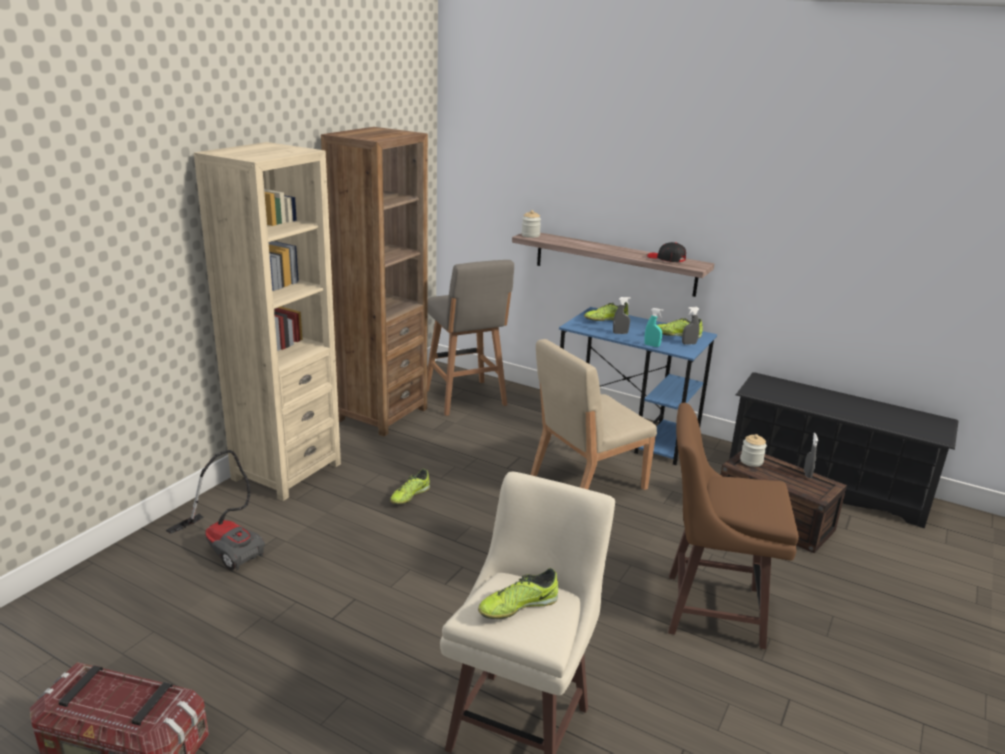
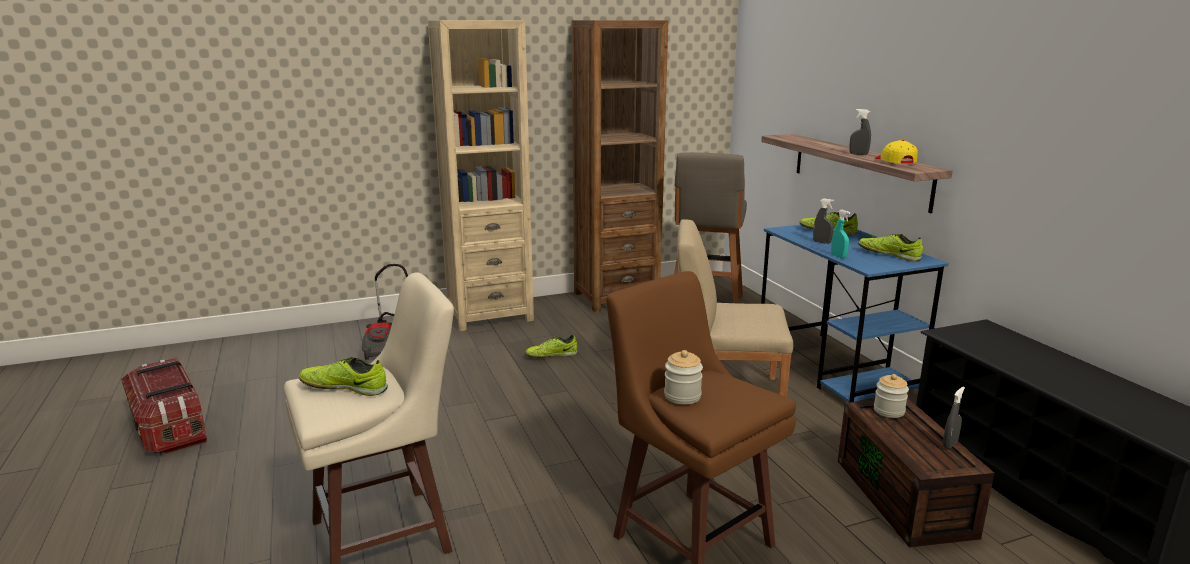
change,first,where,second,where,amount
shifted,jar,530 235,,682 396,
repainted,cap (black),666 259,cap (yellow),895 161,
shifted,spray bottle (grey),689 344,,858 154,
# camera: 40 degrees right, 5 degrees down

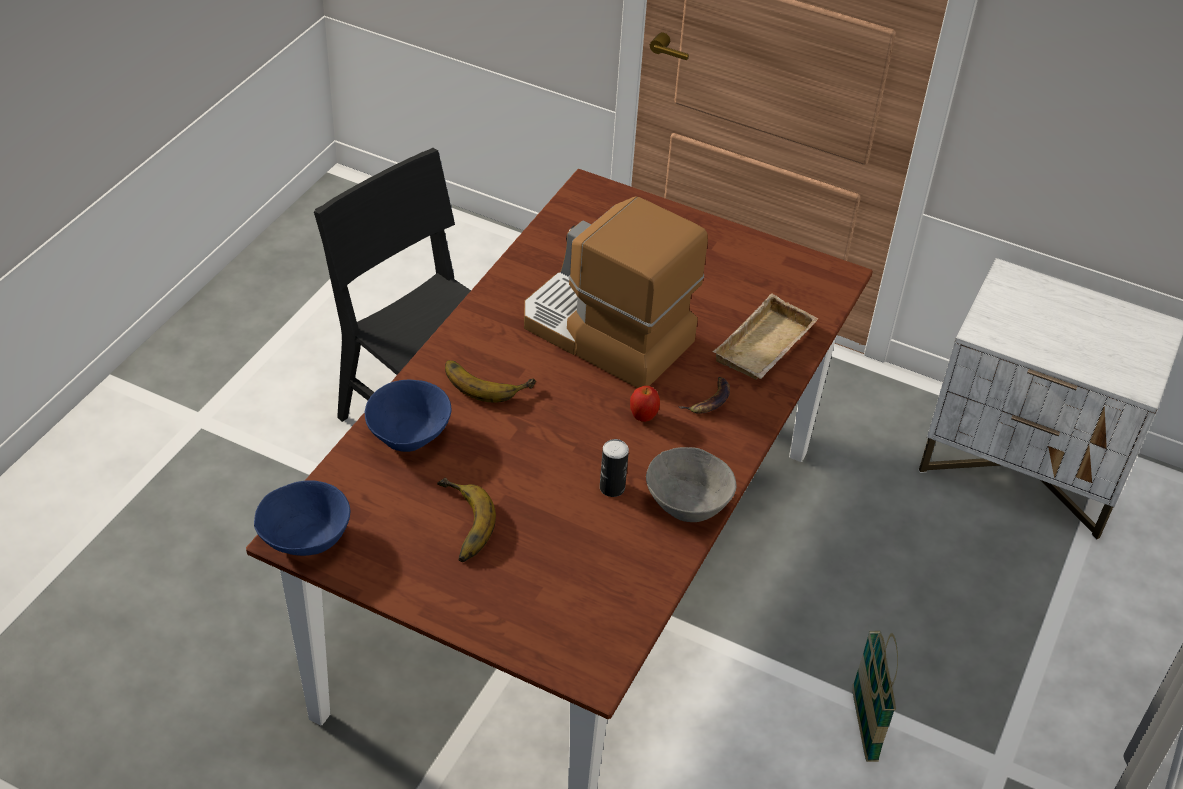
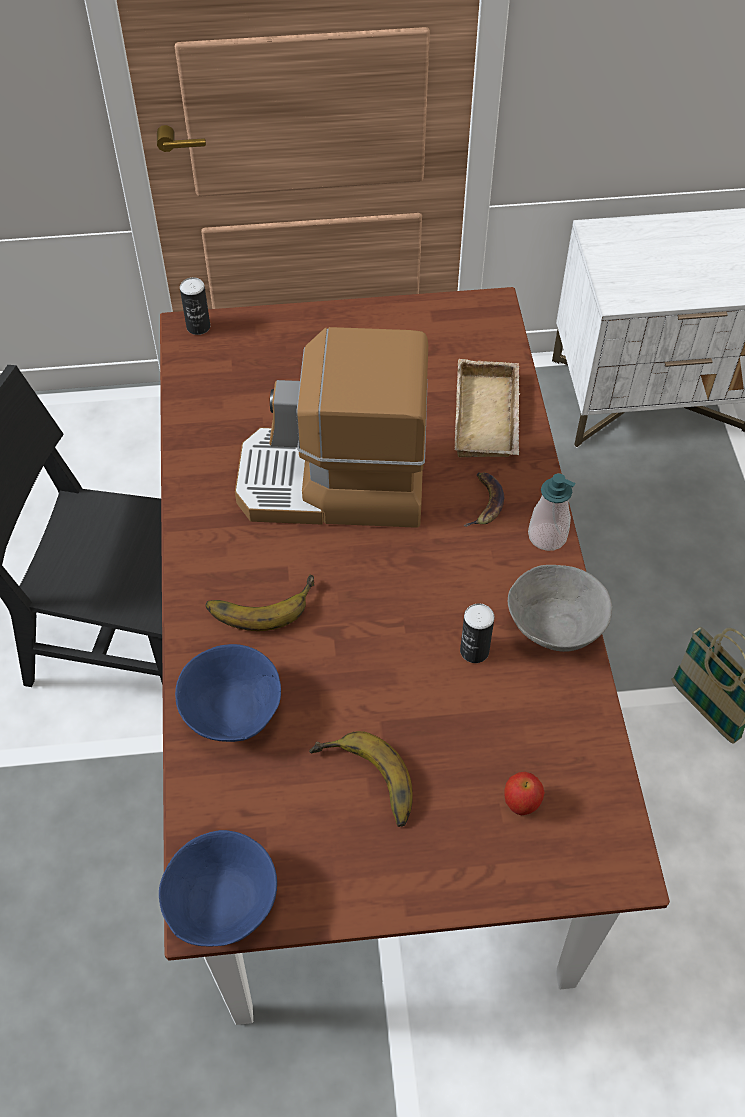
change,first,where,second,where,amount
shifted,apple,643 417,,521 804,
new,,,can,198 327,
new,,,soap dispenser,547 536,
# camera: 30 degrees left, 10 degrees up

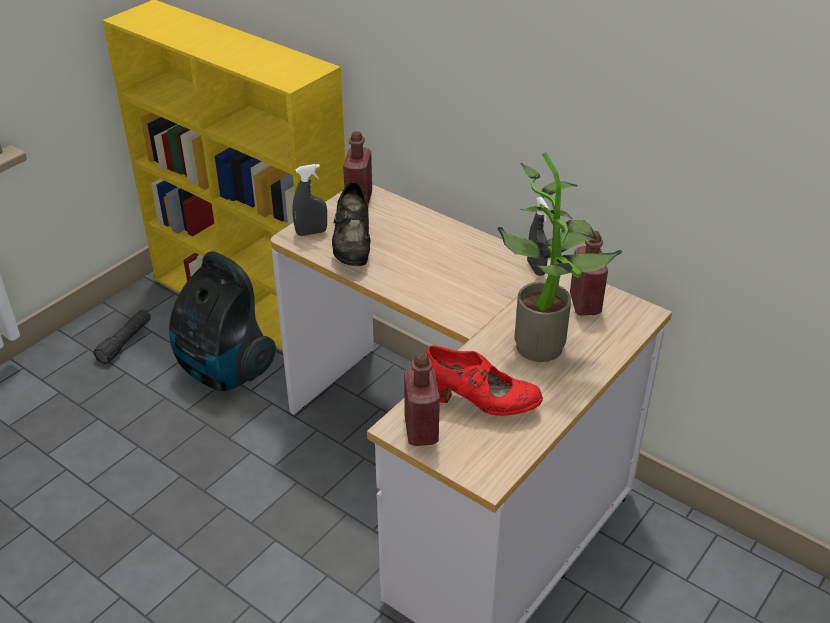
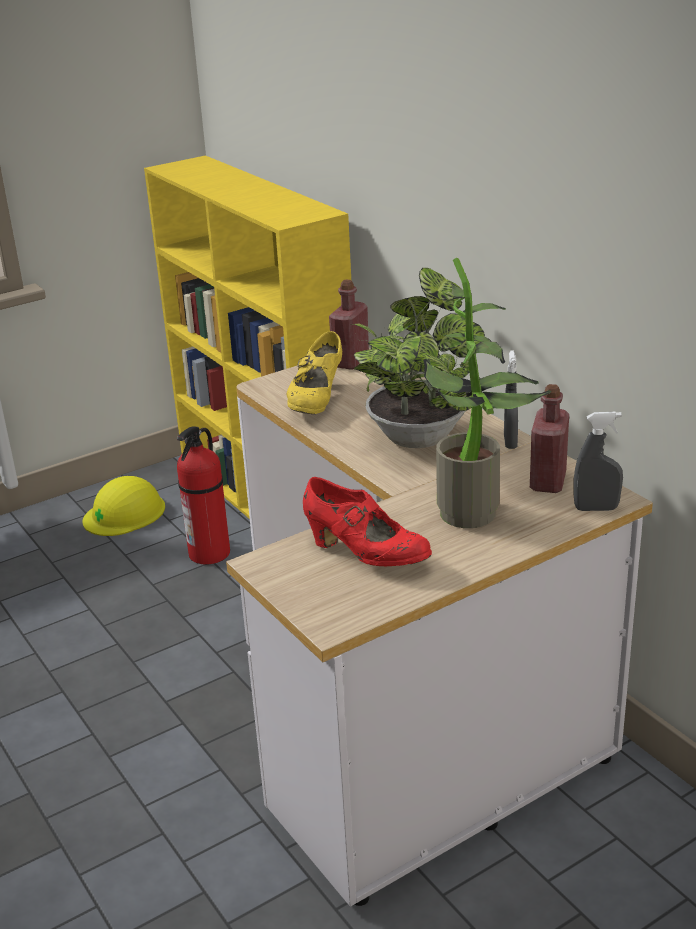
change,first,where,second,where,amount
shifted,spray bottle (grey),311 232,,596 508,
repainted,shoe (black),352 247,shoe (yellow),317 401,
swapped,vacuum cleaner,223 371,fire extinguisher,209 554,
swapped,flashlight (black),125 342,hard hat (yellow),125 513,
gone,bottle (red),421 430,,,
new,,,potted plant,418 434,
# camera: 20 degrees right, 10 degrees down

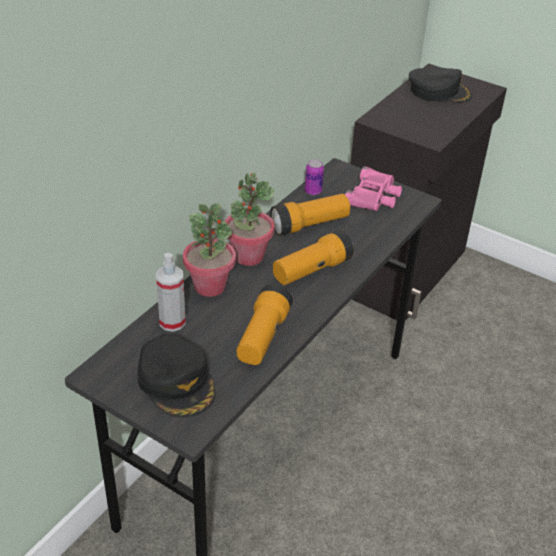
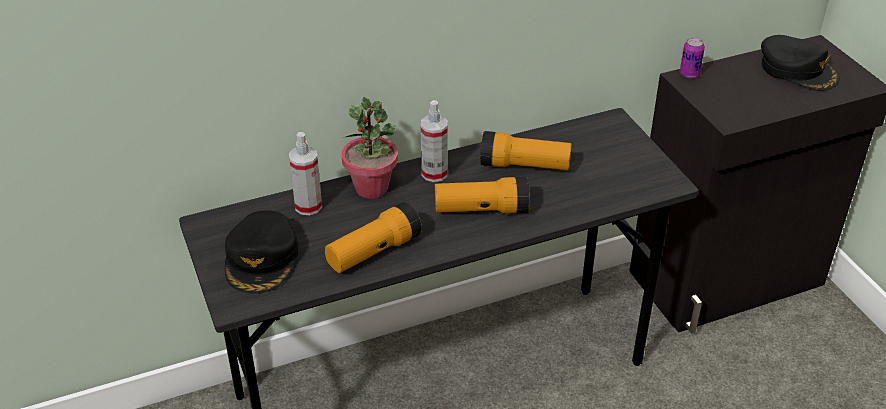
change,first,where,second,where,amount
shifted,can,313 191,,689 74,
gone,binoculars (pink),373 196,,,
swapped,potted plant,248 256,spray bottle,434 173,
# camera: 35 degrees right, 0 degrees up

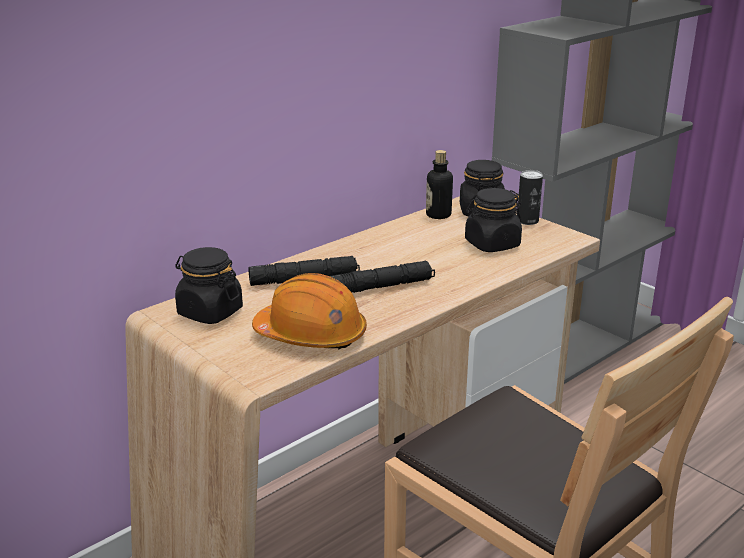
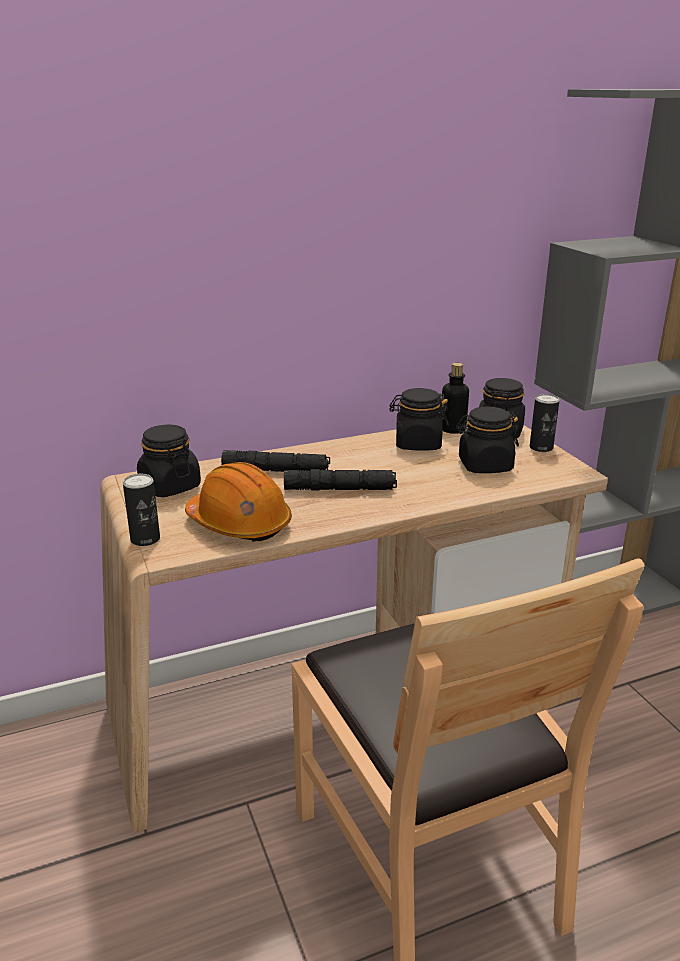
change,first,where,second,where,amount
new,,,jar (black),417 444,
new,,,can,145 539,
# camera: 20 degrees right, 0 degrees up

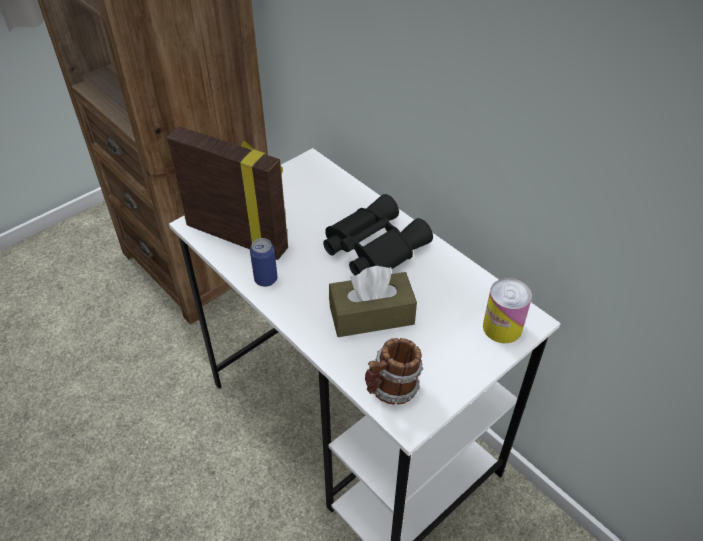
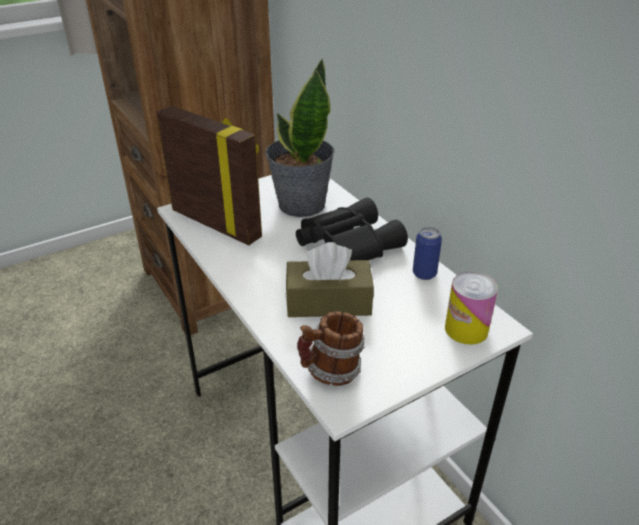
change,first,where,second,where,amount
shifted,can,266 279,,424 274,
new,,,potted plant,300 204,
# camera: 10 degrees right, 10 degrees down

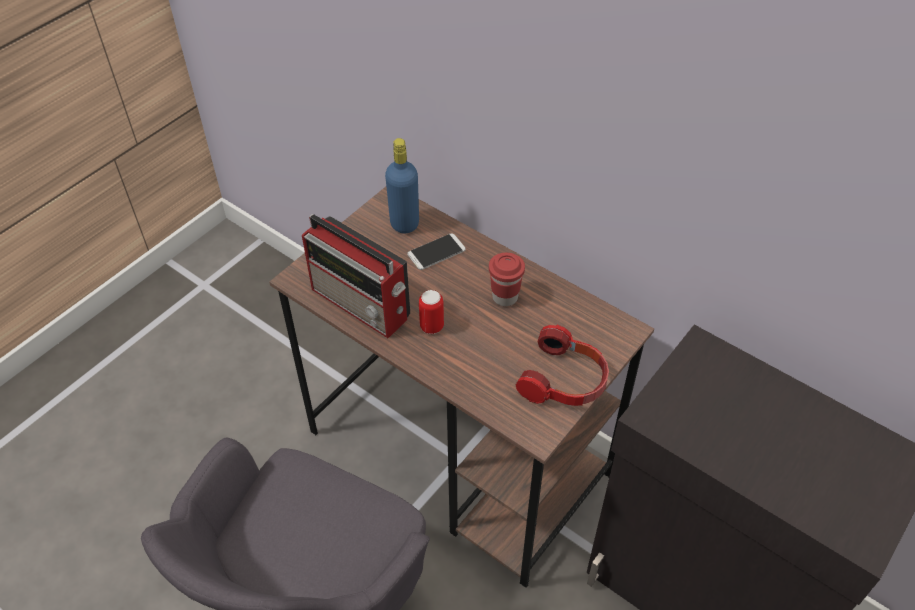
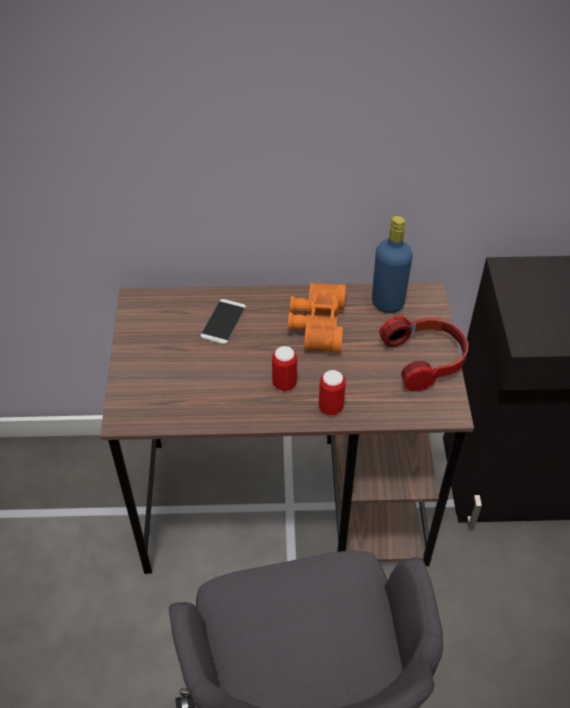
change,first,where,second,where,amount
shifted,bottle (blue),404 223,,387 303,
gone,radio,362 304,,,
swapped,cup (red),505 297,binoculars (orange),316 324,
new,,,can,330 407,
# camera: 40 degrees left, 0 degrees up

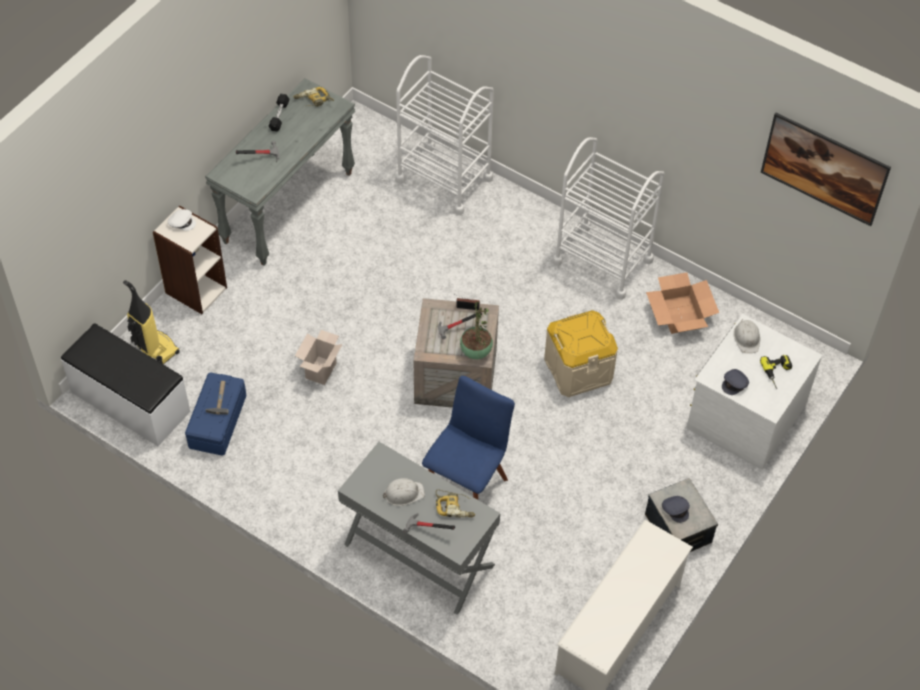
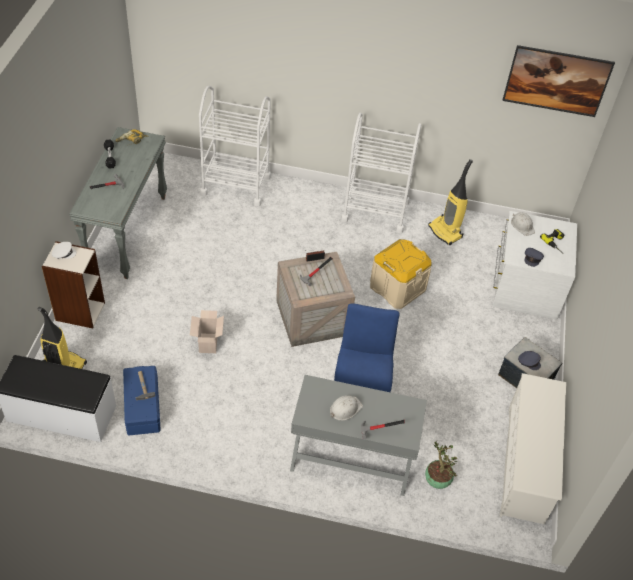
change,first,where,second,where,amount
swapped,cardboard box,680 314,vacuum cleaner,446 232,
shifted,potted plant,475 351,,436 480,
gone,power drill,455 506,,,
# camera: 25 degrees left, 5 degrees down

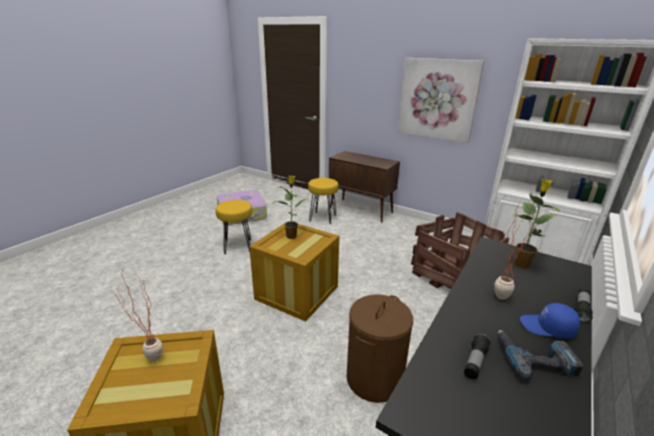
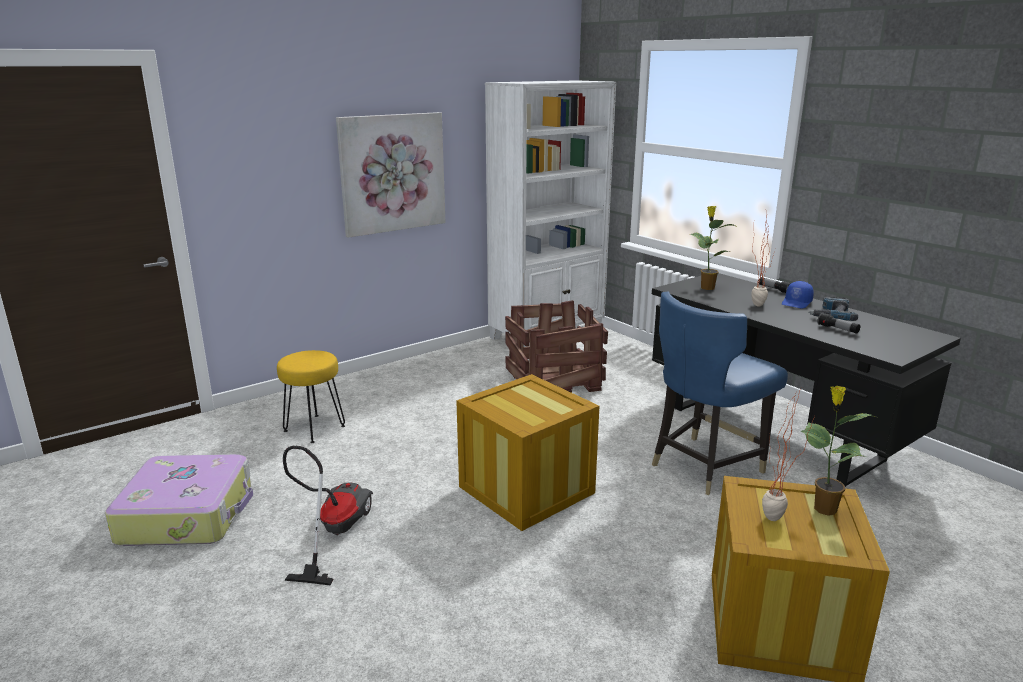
change,first,where,second,where,amount
gone,cabinet (brown),361 210,,,
shifted,potted plant,291 236,,823 508,
swapped,stool (yellow),238 246,vacuum cleaner,333 532,
swapped,laundry basket (brown),374 378,chair (blue),704 466,
# camera: 70 degrees left, 5 degrees down

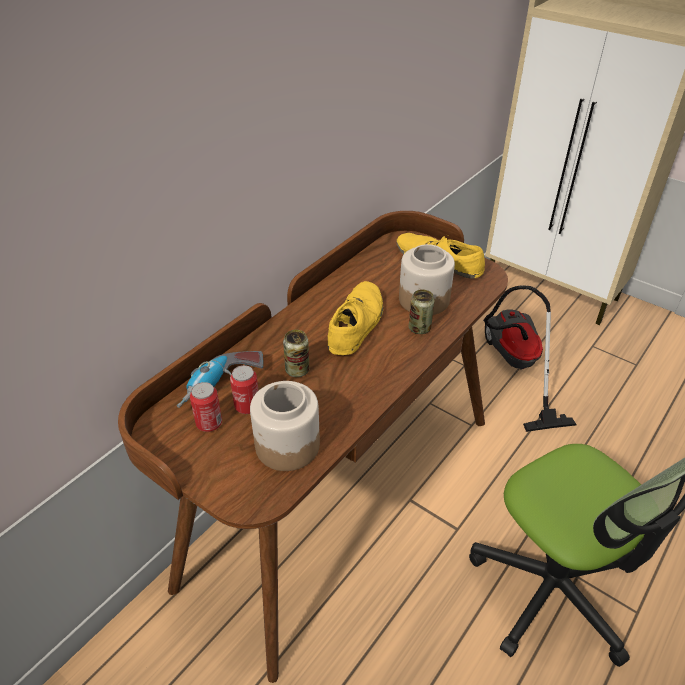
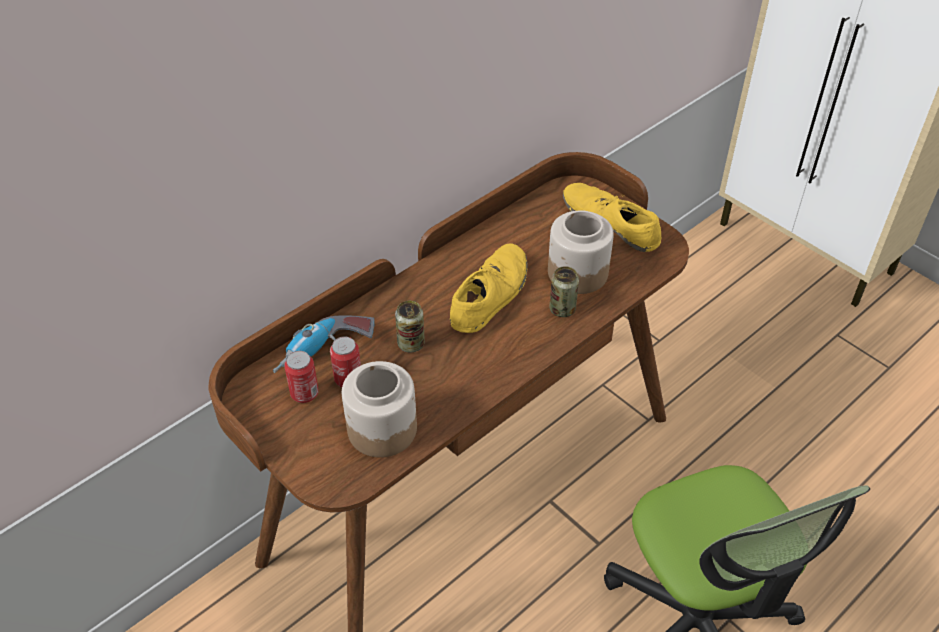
change,first,where,second,where,amount
gone,vacuum cleaner,514 367,,,
# camera: 10 degrees right, 5 degrees up

